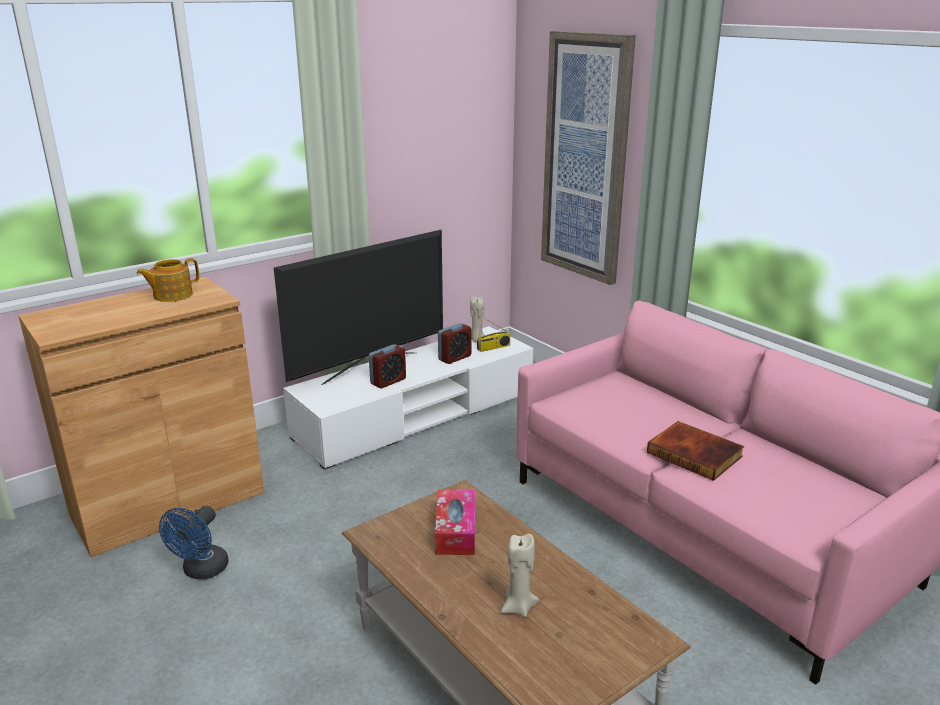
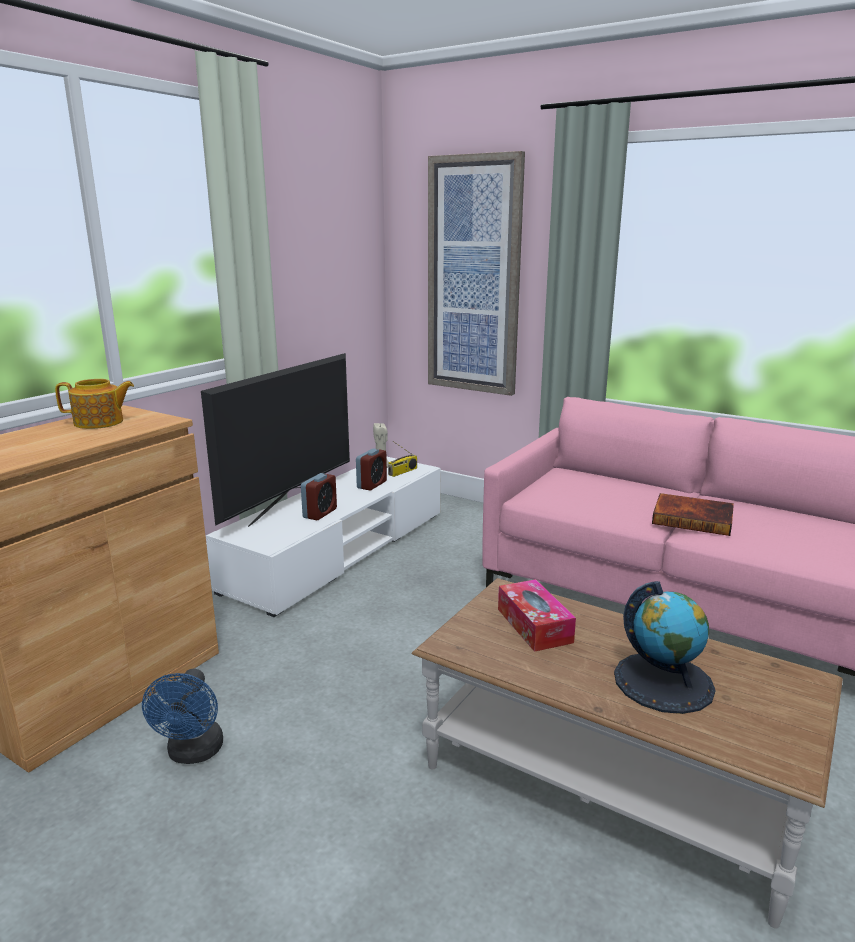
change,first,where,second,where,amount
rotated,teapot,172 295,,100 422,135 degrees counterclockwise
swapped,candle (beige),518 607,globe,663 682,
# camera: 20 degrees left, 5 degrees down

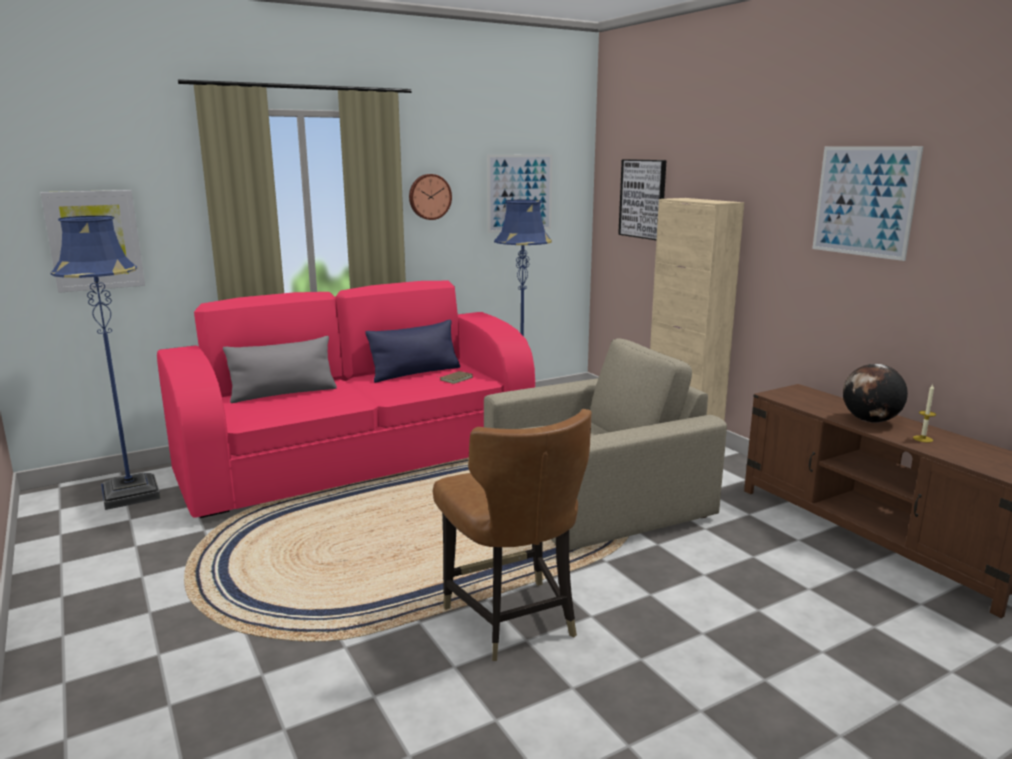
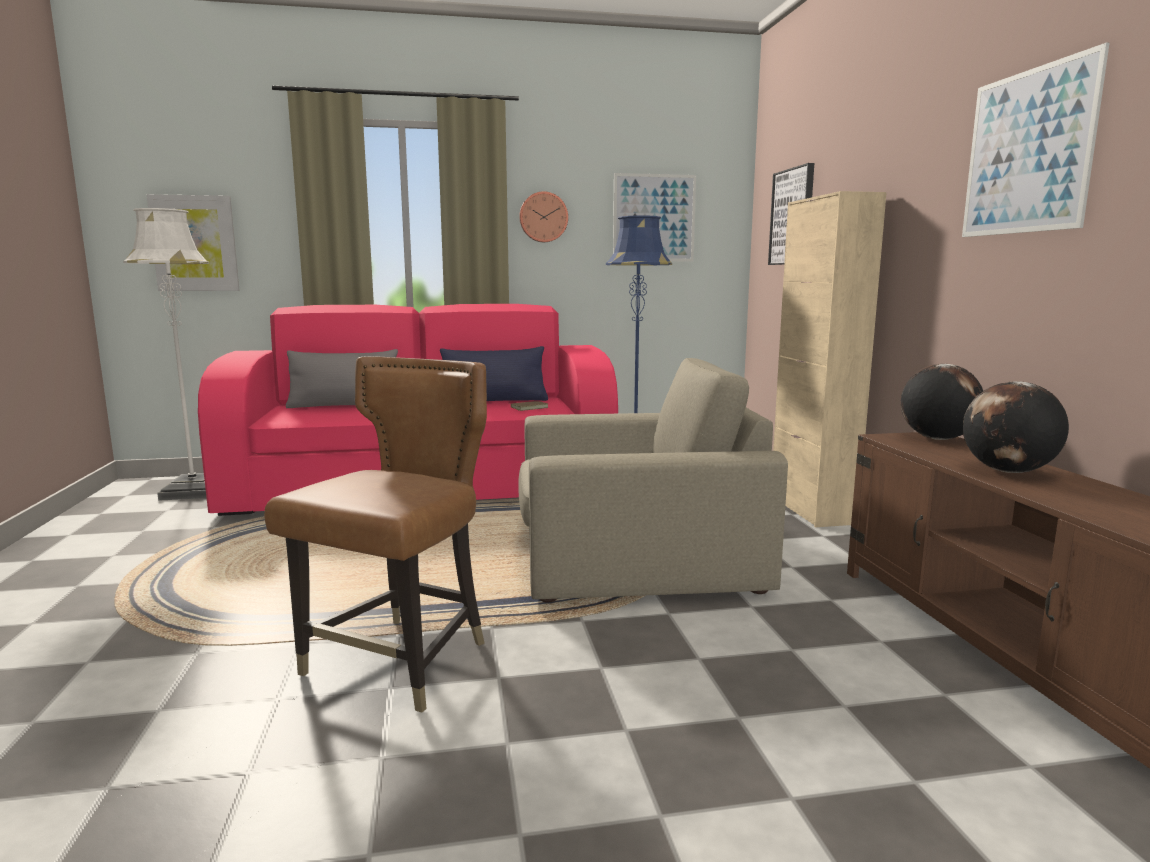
change,first,where,second,where,amount
repainted,floor lamp (blue),131 494,floor lamp (white),194 491,
gone,candle,923 439,,,
rotated,chair (brown),512 619,,400 661,150 degrees counterclockwise
new,,,globe,937 438,
# camera: 20 degrees right, 5 degrees down

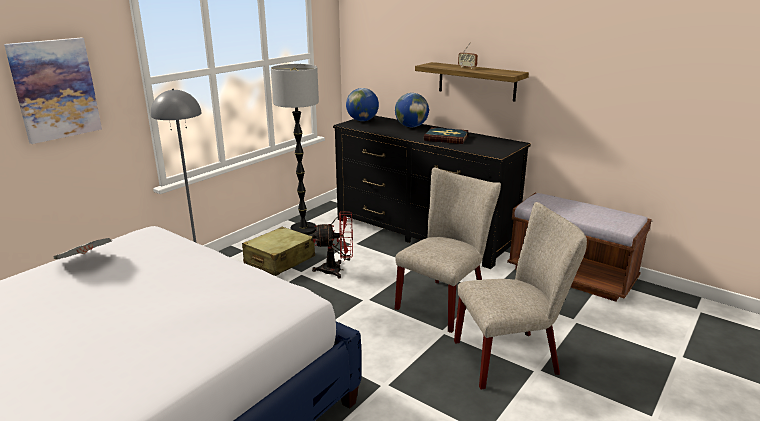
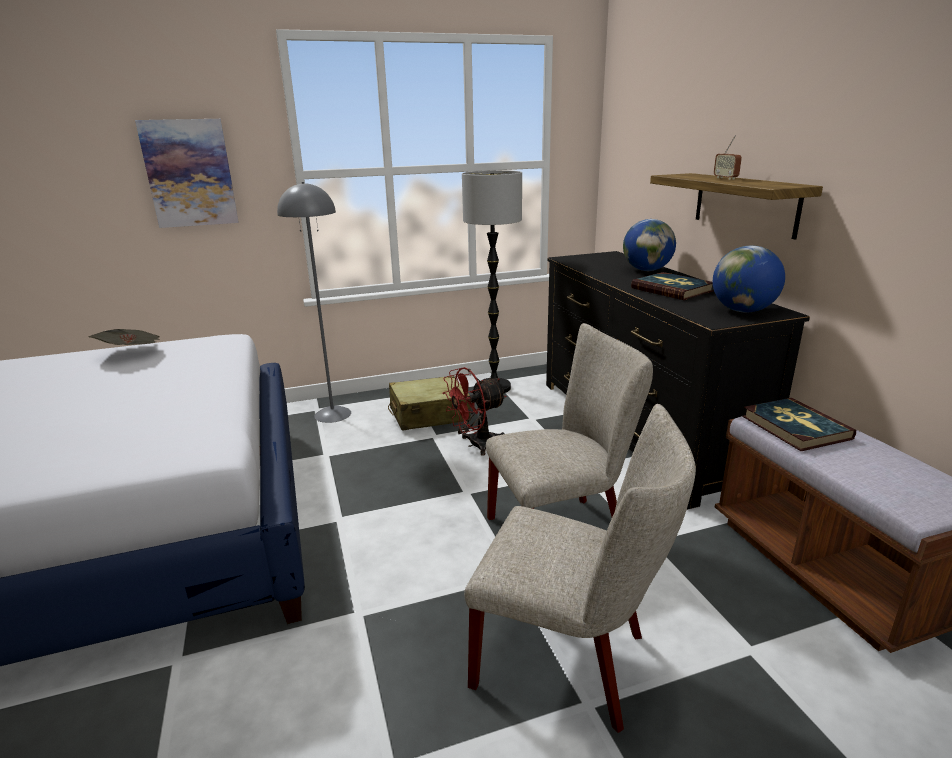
change,first,where,second,where,amount
shifted,globe,362 120,,743 311,
rotated,fan (red),337 270,,476 445,120 degrees clockwise
new,,,book,795 427,
# camera: 35 degrees right, 0 degrees up

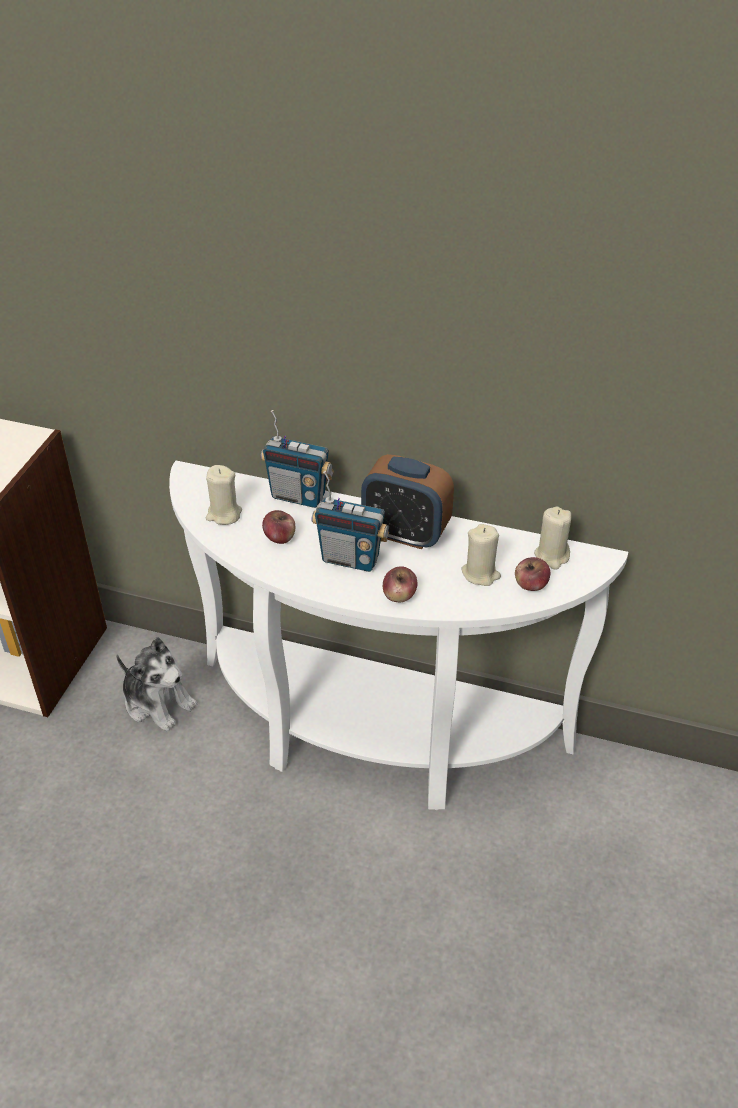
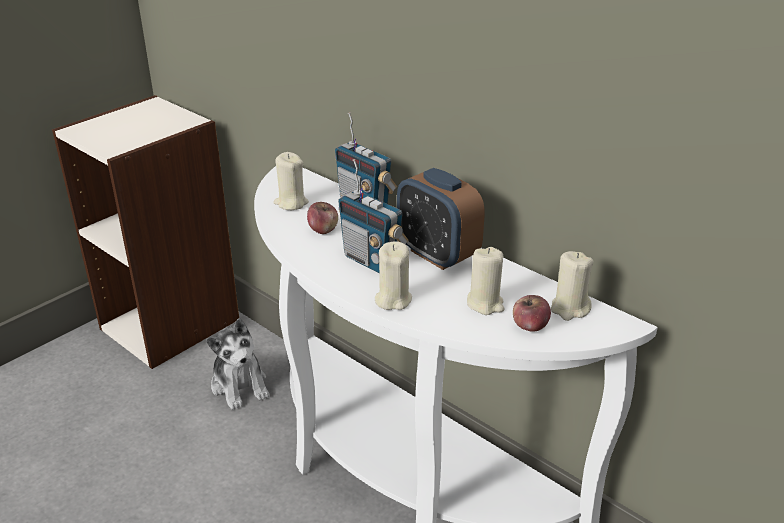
change,first,where,second,where,amount
swapped,apple,399 596,candle (beige),393 299,
# camera: 25 degrees right, 10 degrees down

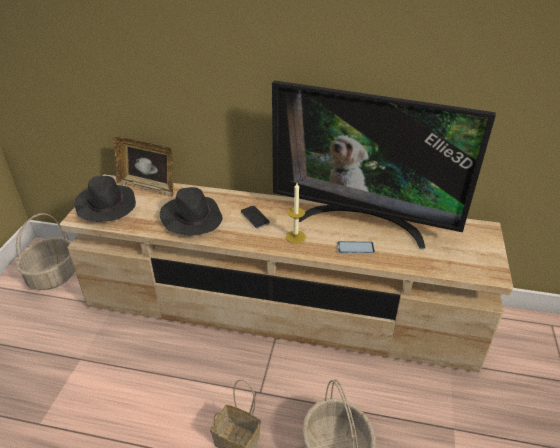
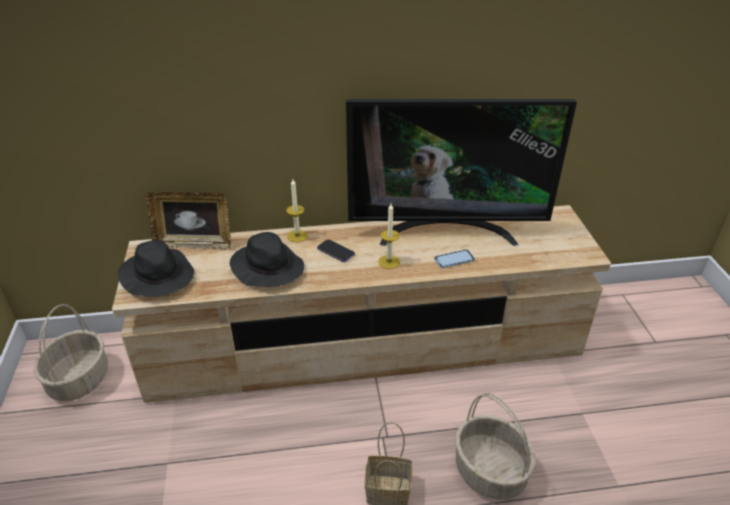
change,first,where,second,where,amount
new,,,candle,297 236,
# camera: 20 degrees left, 0 degrees up

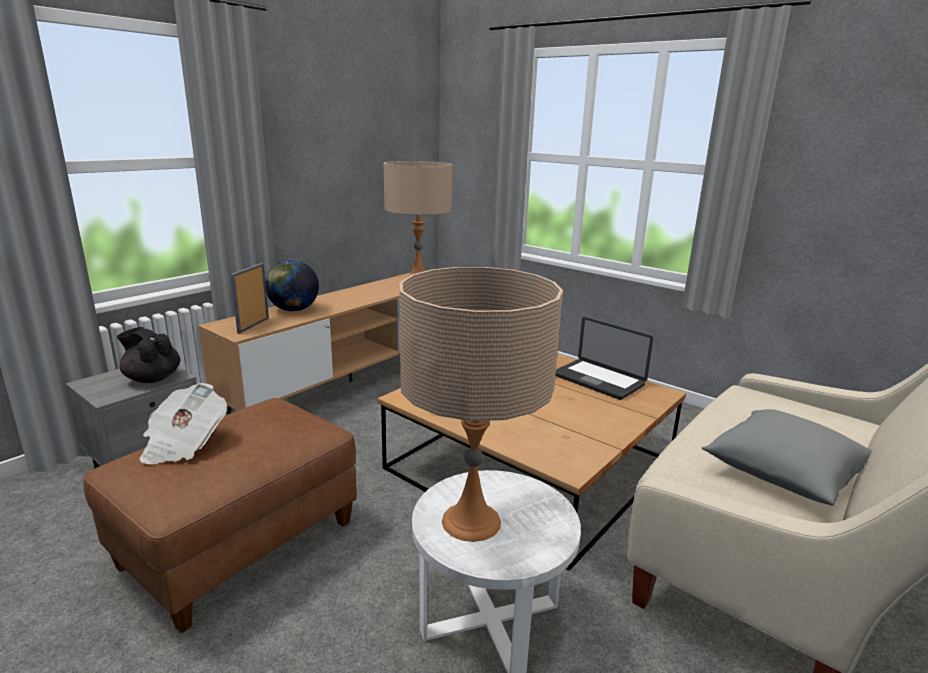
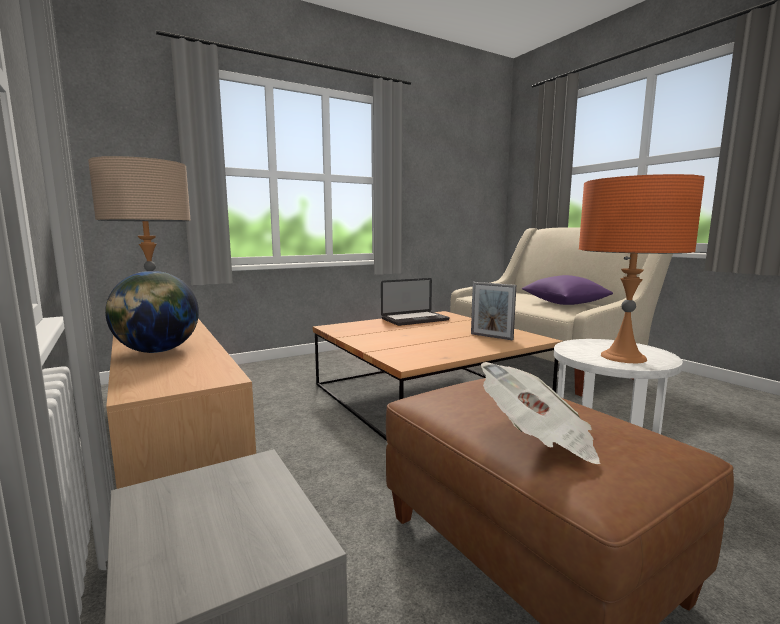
change,first,where,second,where,amount
shifted,picture frame,253 325,,491 337,
repainted,table lamp (beige),471 521,table lamp (orange),623 357,
gone,teapot (black),152 378,,,
repainted,pillow (grey),782 474,pillow (purple),564 304,
# camera: 70 degrees left, 10 degrees down

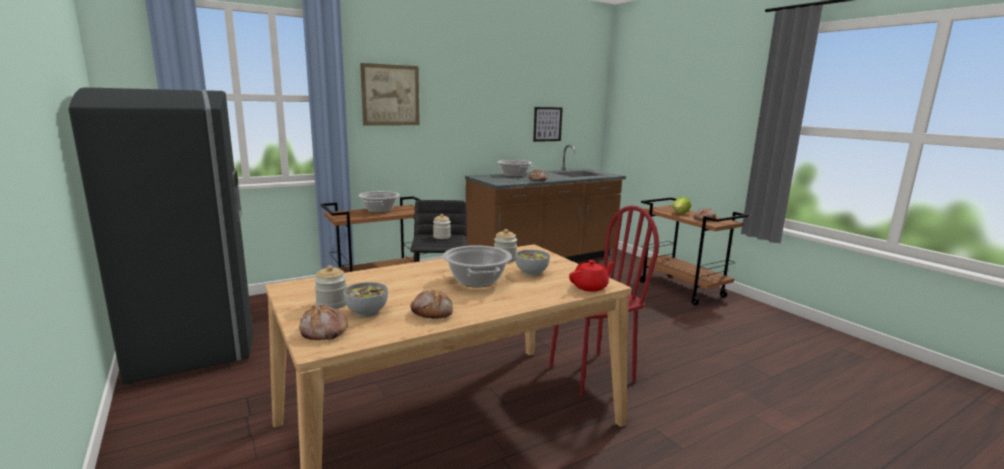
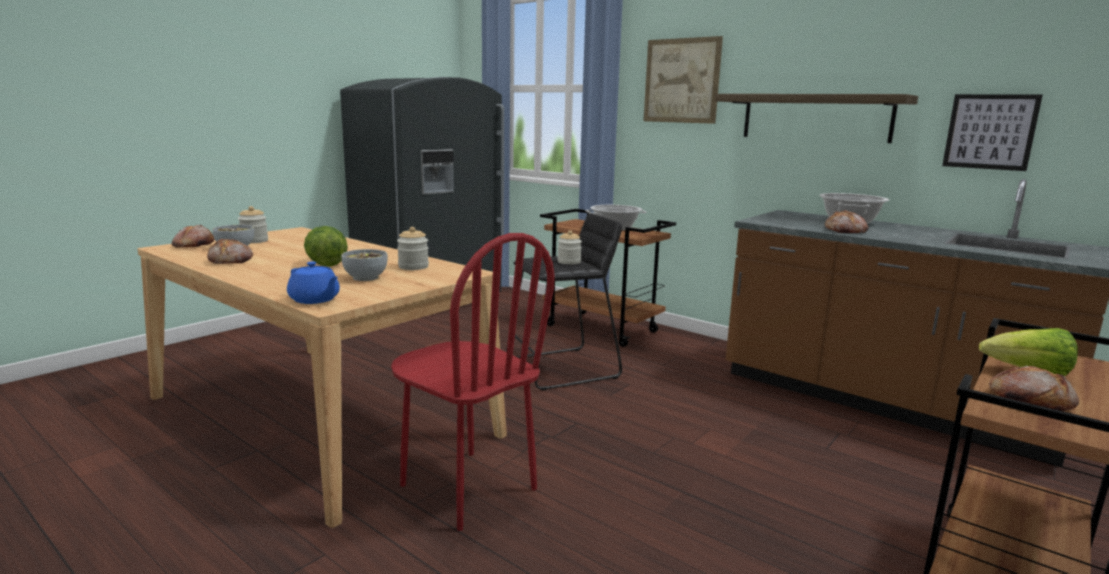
change,first,where,second,where,amount
swapped,cooking pot,477 281,lettuce,325 264,
repainted,teapot (red),590 287,teapot (blue),315 300,
new,,,shelf,815 117,
# camera: 70 degrees right, 0 degrees up

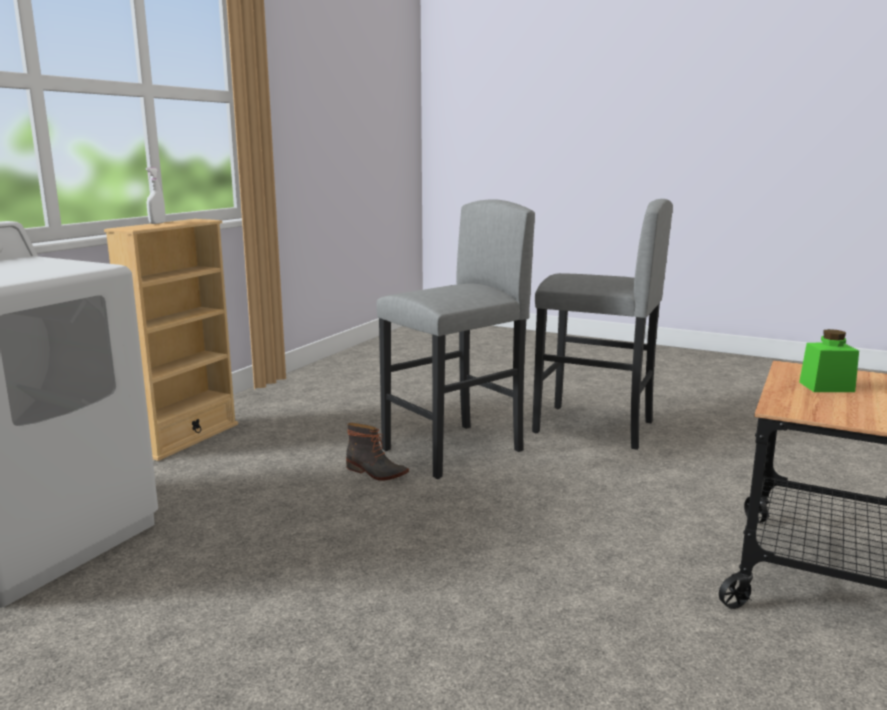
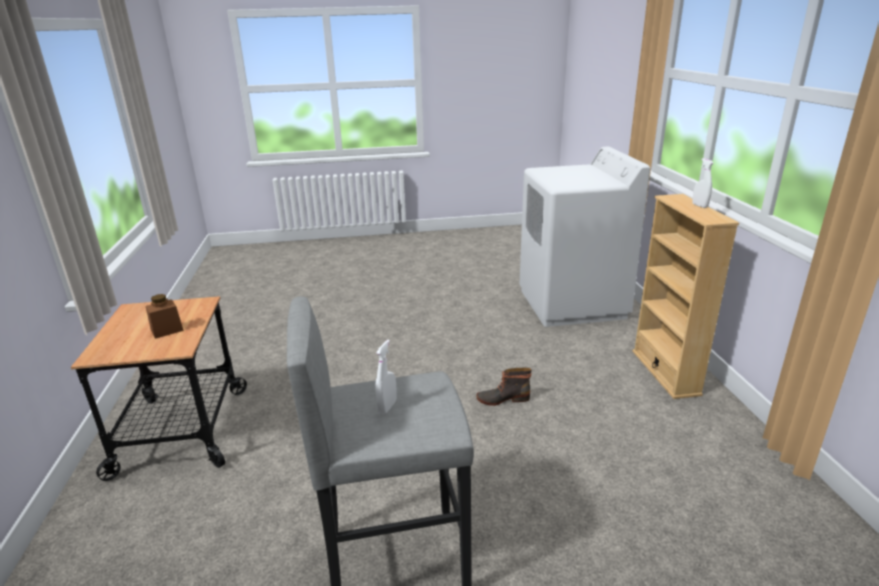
change,first,where,second,where,amount
gone,stool (grey),454 450,,,
repainted,jar (green),826 387,jar (brown),167 330,
new,,,spray bottle (white),387 407,
# camera: 145 degrees right, 10 degrees up

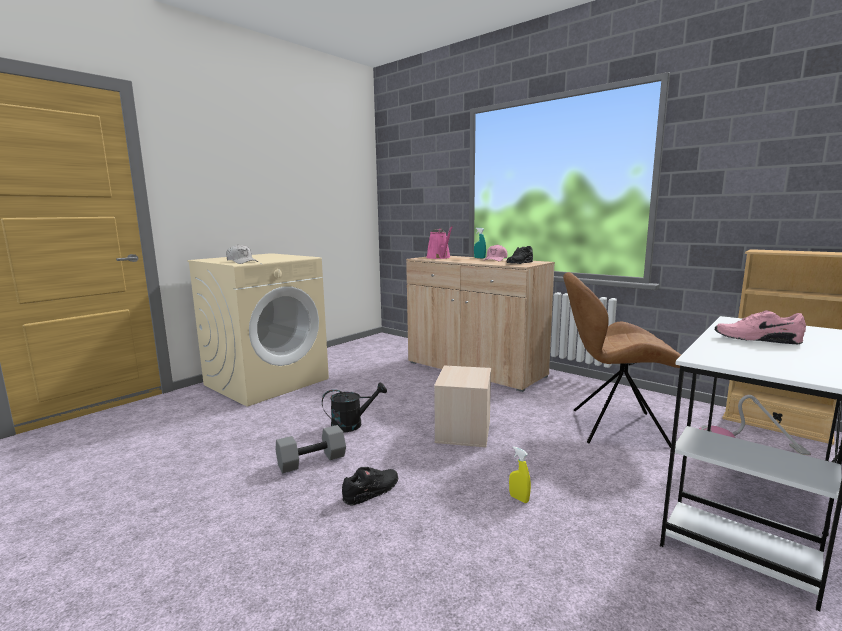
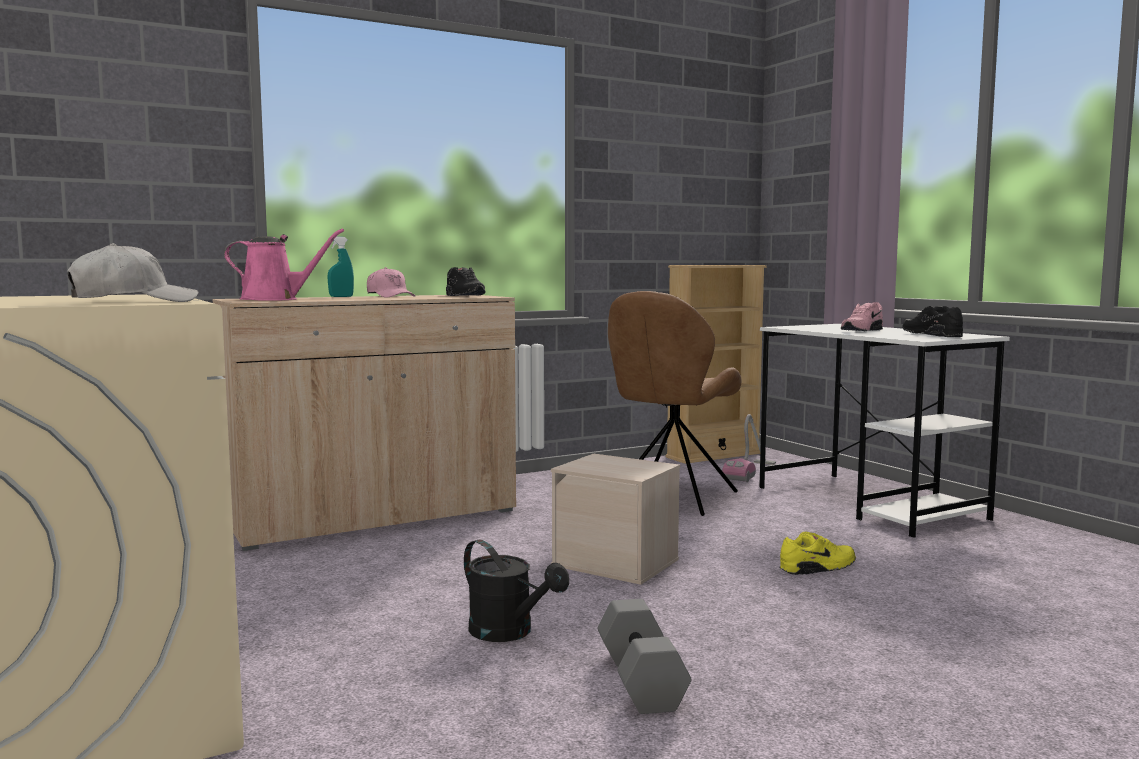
change,first,where,second,where,amount
rotated,watering can (black),352 424,,509 633,135 degrees clockwise
swapped,spray bottle (yellow),519 498,shoe (yellow),819 568,
shifted,shoe (black),372 492,,932 335,
# camera: 70 degrees left, 5 degrees down

